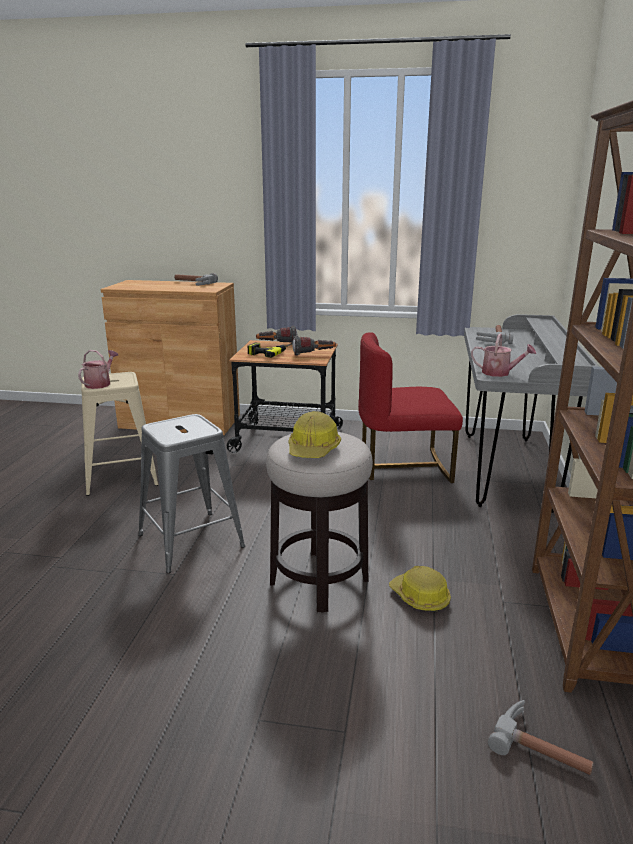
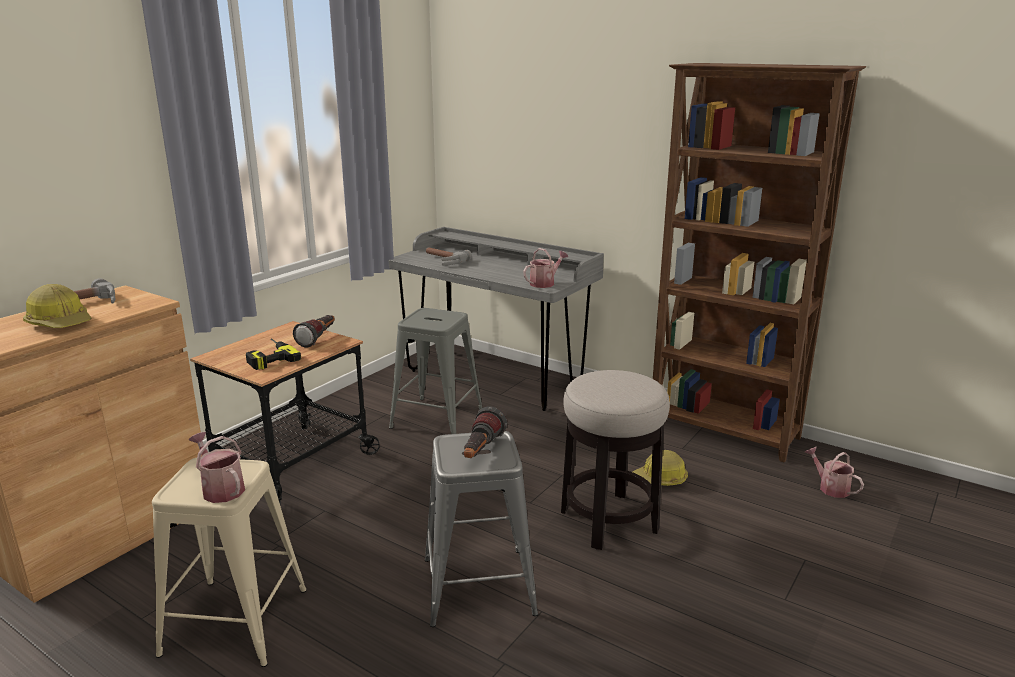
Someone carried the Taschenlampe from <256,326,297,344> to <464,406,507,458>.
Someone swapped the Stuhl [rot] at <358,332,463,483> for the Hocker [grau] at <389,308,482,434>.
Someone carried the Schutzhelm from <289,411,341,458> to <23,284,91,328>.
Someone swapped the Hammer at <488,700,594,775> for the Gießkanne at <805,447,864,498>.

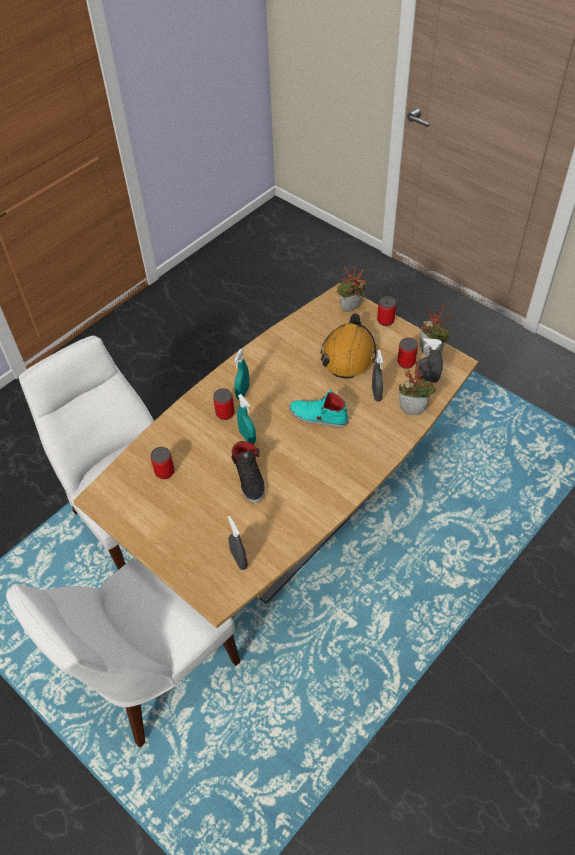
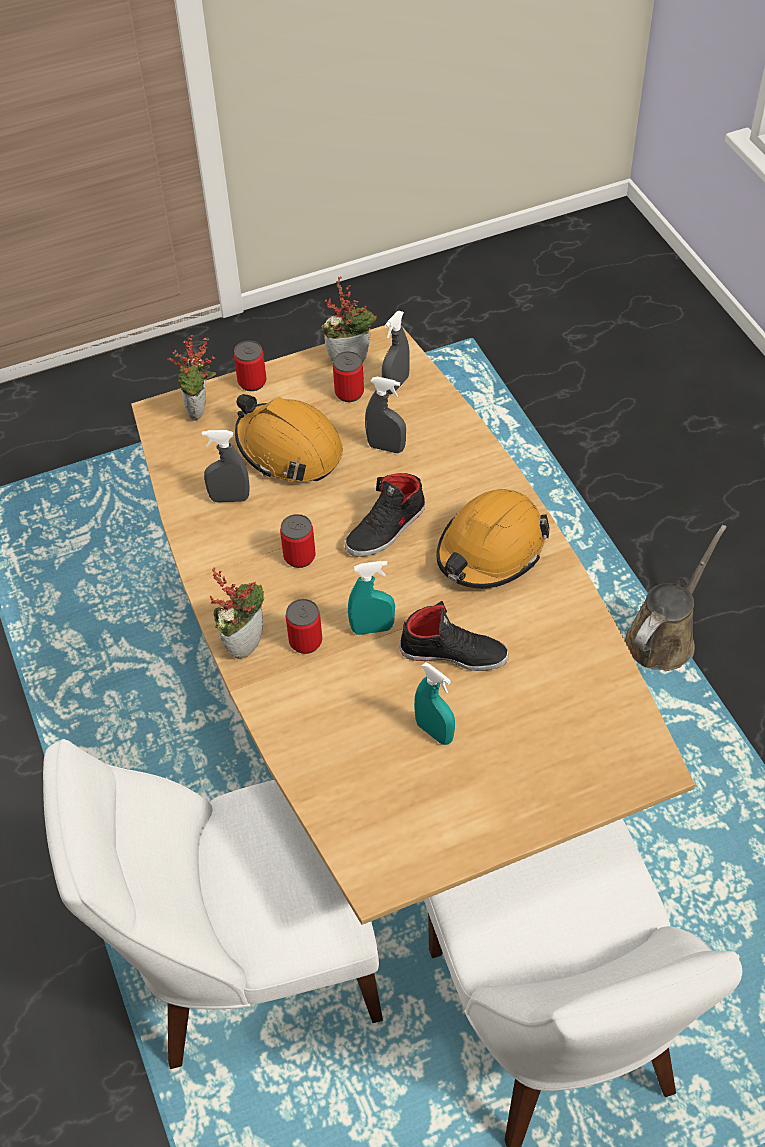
Someone carried the Sprühflasche [türkis] from <234,349,250,400> to <414,662,455,745>.
Someone carried the Topfpflanze from <399,358,437,415> to <210,567,264,659>.
Someone repainted the Schuh [türkis] at <289,390,349,428>, which became the Schuh [schwarz] at <345,473,425,557>.
Someone carried the Dose from <151,447,175,479> to <280,514,316,568>.
Someone carried the Sprühflasche [grau] from <228,516,248,570> to <202,430,250,503>.
Someone put down the Schutzhelm [orange] at <436,489,550,588>.
Someone put down the Gießkanne [braun] at <625,525,727,671>.

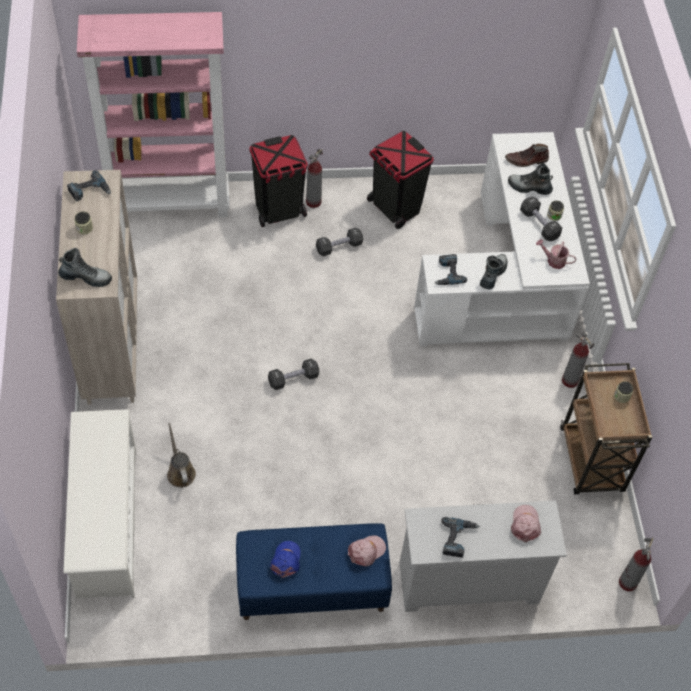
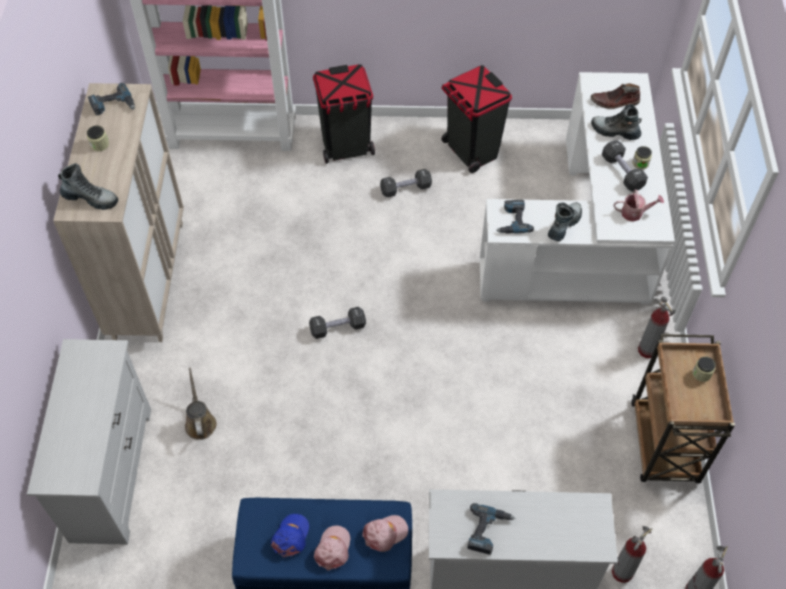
Someone carried the Feuerlöscher from <306,149,323,208> to <612,526,653,583>.
Someone rotated the Gießkanne at <536,239,577,269> by 150 degrees clockwise.
Someone swapped the Schuhregal [weiß] at <64,409,136,599> for the Kommode [weiß] at <27,339,151,545>.
Someone carried the Kappe [rosa] from <511,505,541,543> to <314,526,350,571>.

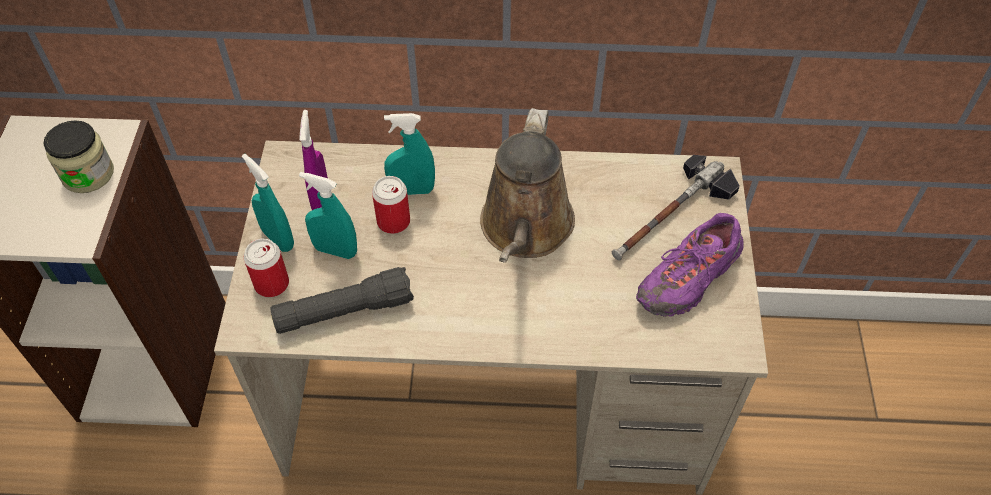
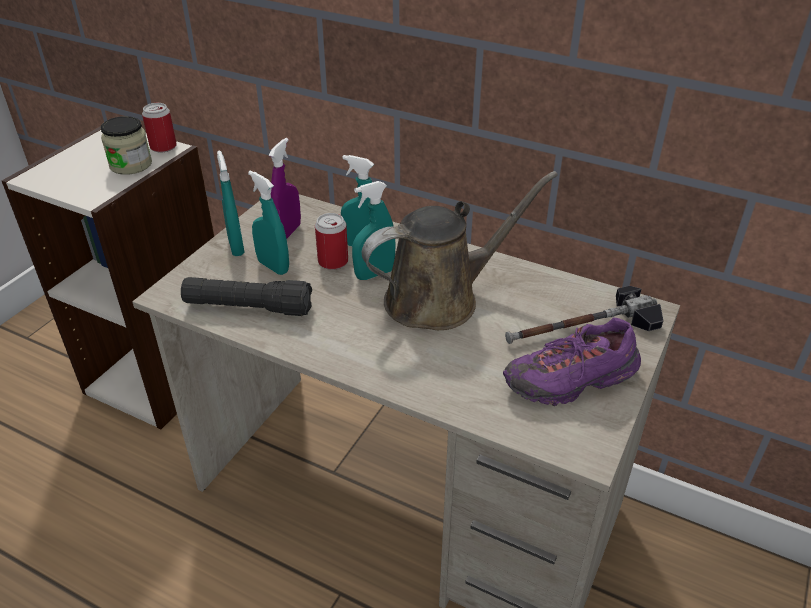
Someone rotated the Gießkanne [braun] at <480,108,575,263> by 150 degrees counterclockwise.
Someone carried the Dose from <244,238,289,297> to <142,103,177,153>.
Someone put down the Sprühflasche [türkis] at <352,181,396,280>.

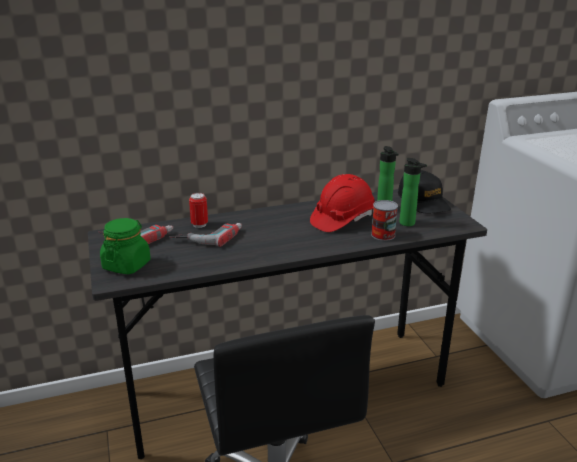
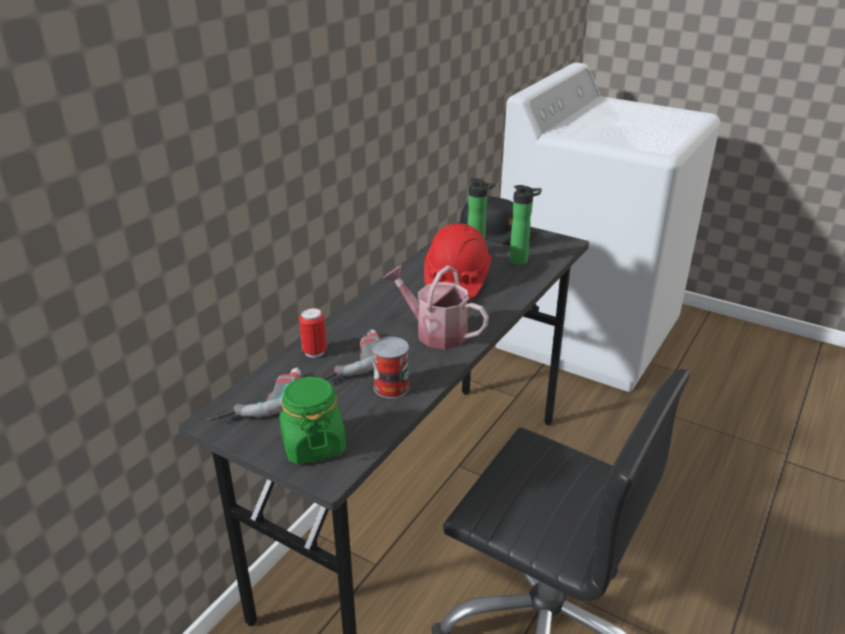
Someone carried the Dose from <371,200,398,241> to <372,337,409,398>.
Someone put down the Gießkanne at <383,265,489,349>.

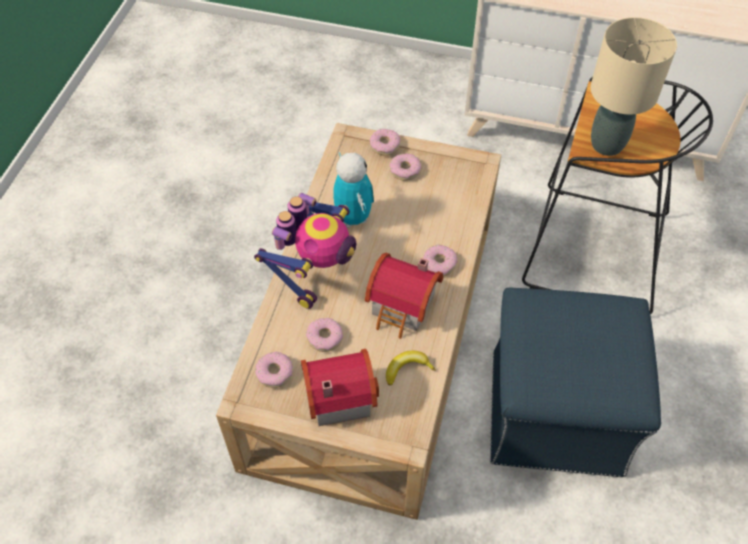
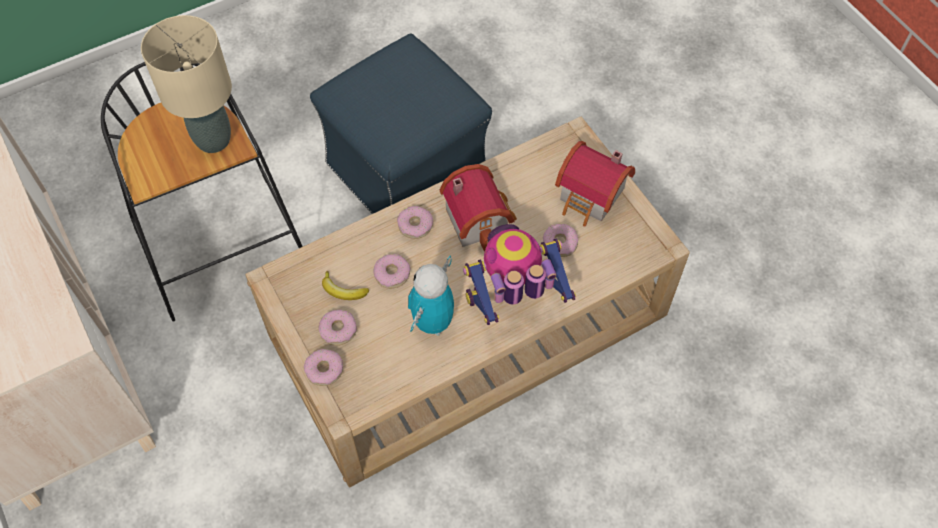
Someone carried the Banane from <386,351,436,386> to <322,271,369,300>.
Someone carried the Donut from <255,352,293,388> to <373,254,410,289>.

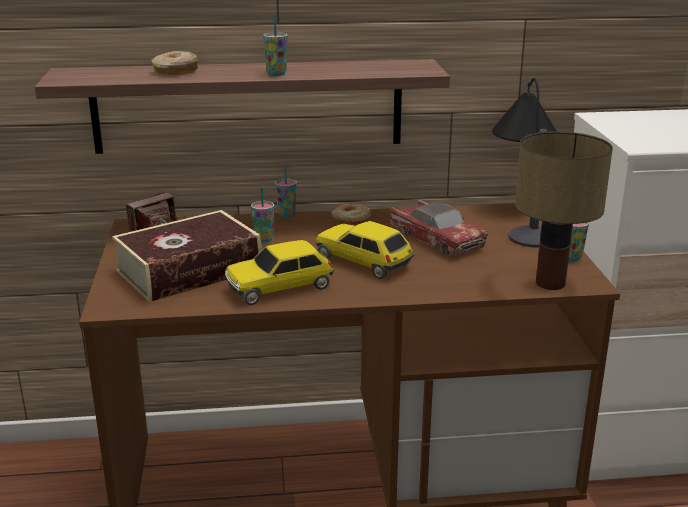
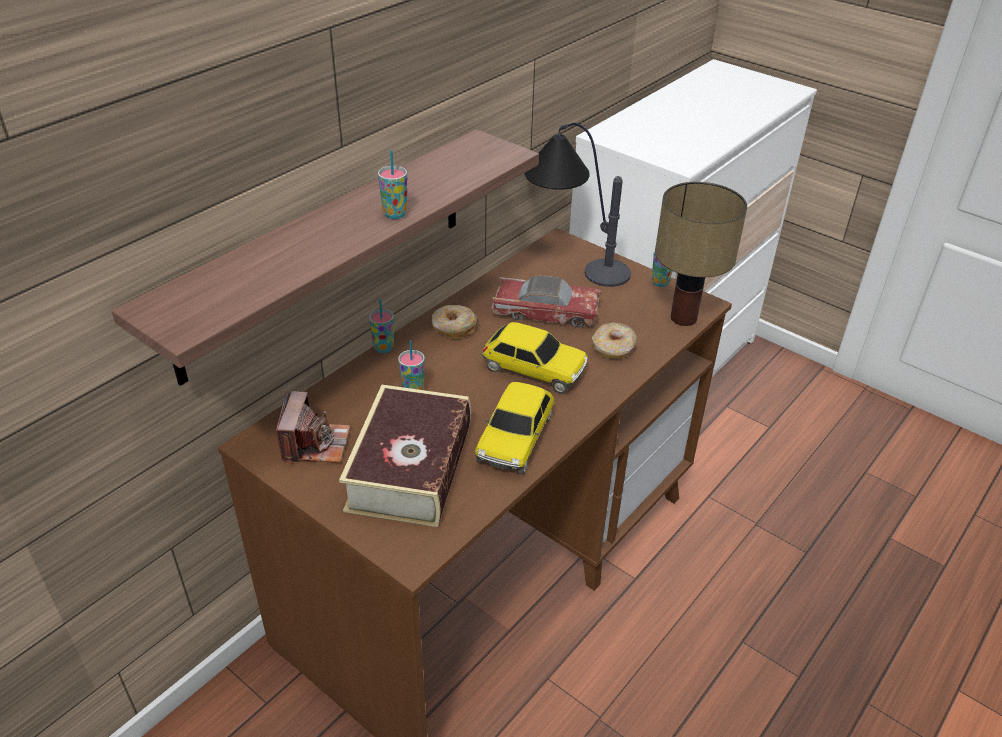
Someone carried the Donut from <151,51,198,75> to <592,322,637,359>.
Someone rotated the Spielzeugauto at <316,221,415,279> by 150 degrees counterclockwise.

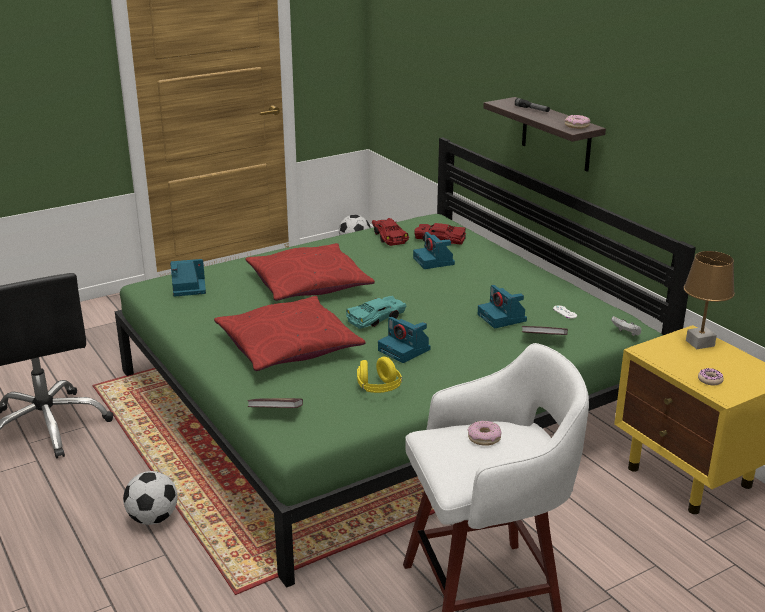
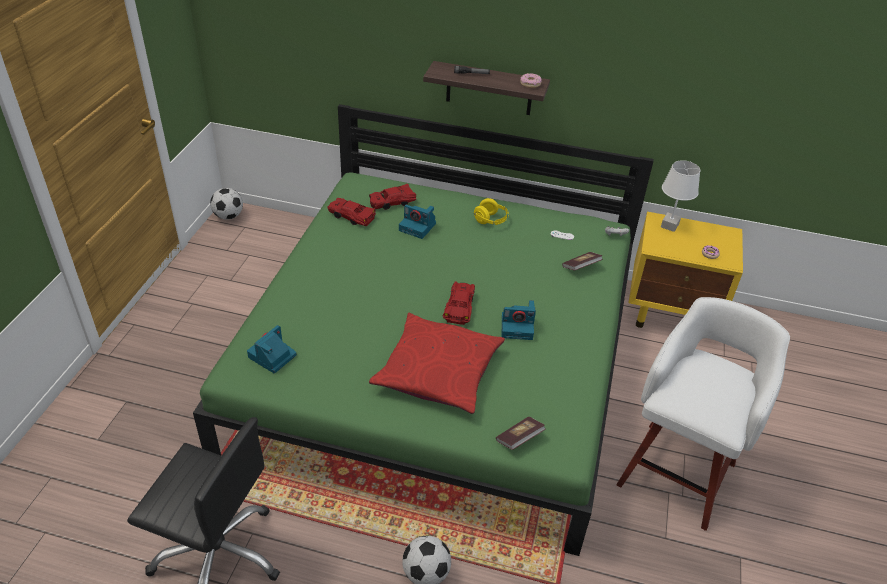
Someone took away the Kissen [rot] at <245,243,375,301>.
Someone repainted the Tischlampe [braun] at <684,251,735,349>, which became the Tischlampe [weiß] at <661,160,700,232>.
Someone took away the Kamera at <478,285,527,328>.
Someone repainted the Spielzeugauto [türkis] at <346,296,406,329>, which became the Spielzeugauto [rot] at <443,281,475,325>.
Someone carried the Kopfhörer [gelb] from <357,356,402,393> to <473,198,509,225>.
Someone took away the Donut at <468,421,501,446>.

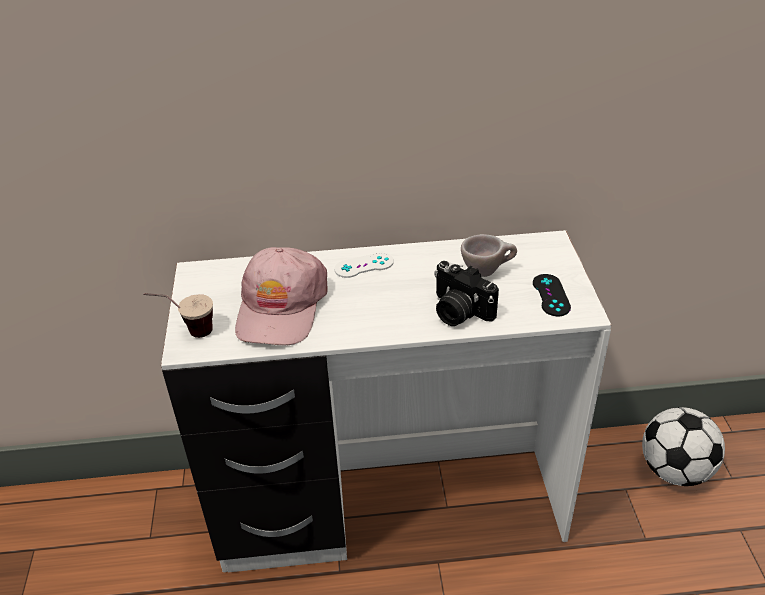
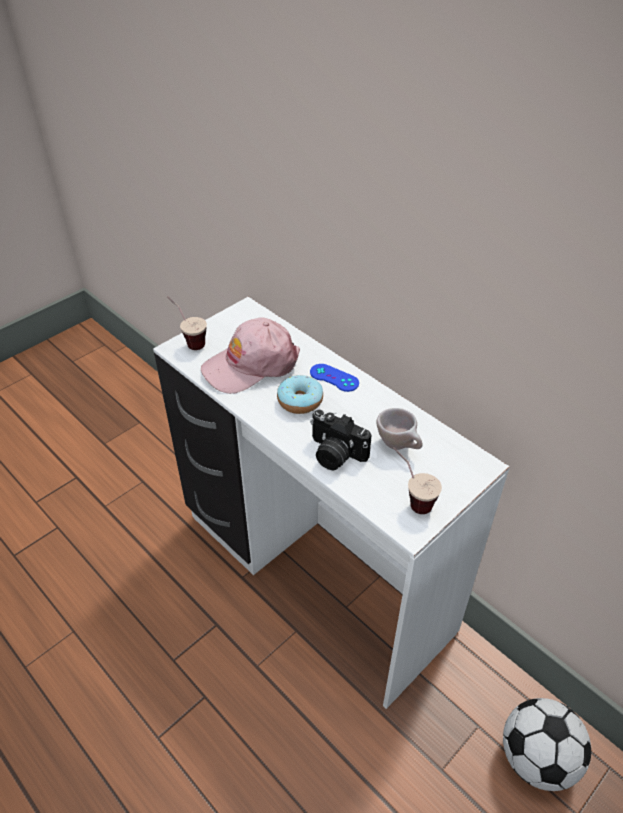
Someone repainted the Gamepad [weiß] at <334,253,394,278>, which became the Gamepad [blau] at <310,364,359,392>.
Someone rotated the Kamera at <434,261,499,326> by 60 degrees counterclockwise.
Someone swapped the Gamepad [schwarz] at <533,274,571,316> for the Tasse at <393,447,442,514>.
Someone put down the Donut at <277,375,323,414>.

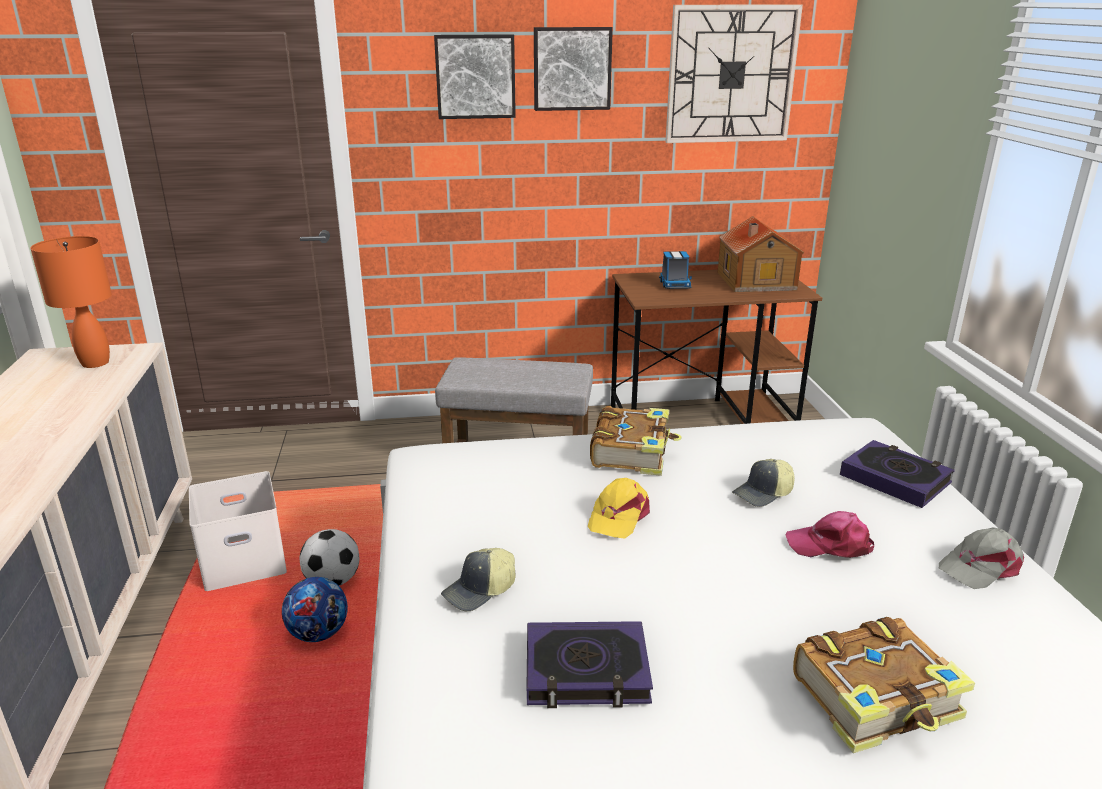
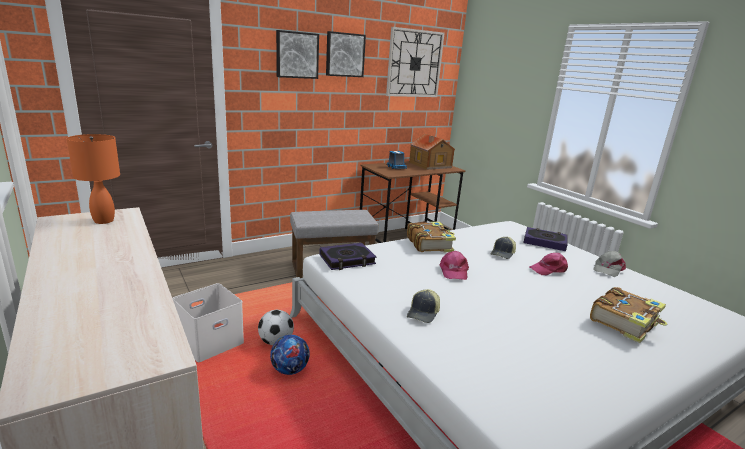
Someone repainted the Kappe [gelb] at <588,478,650,539>, which became the Kappe [rosa] at <440,251,469,280>.
Someone carried the Buch from <526,621,653,708> to <320,243,376,270>.

